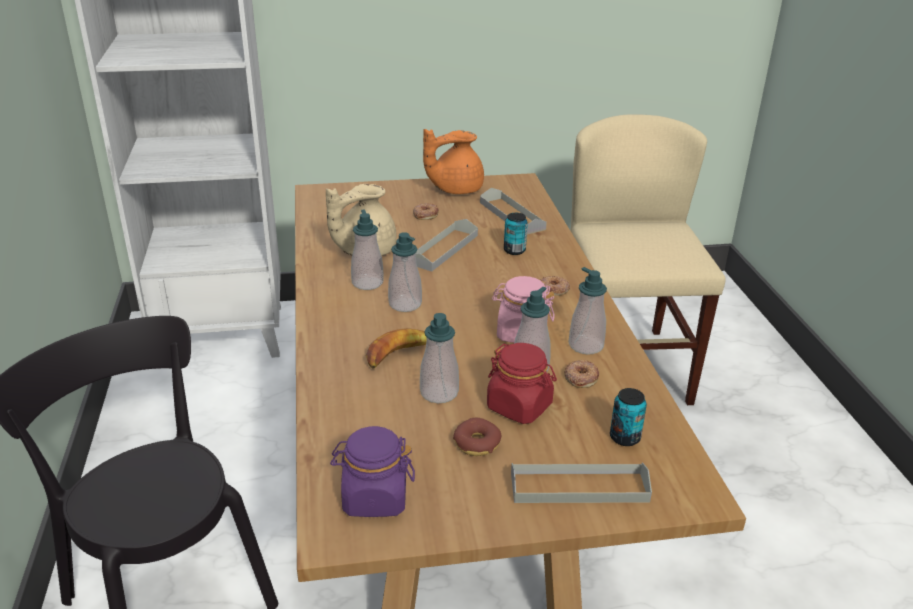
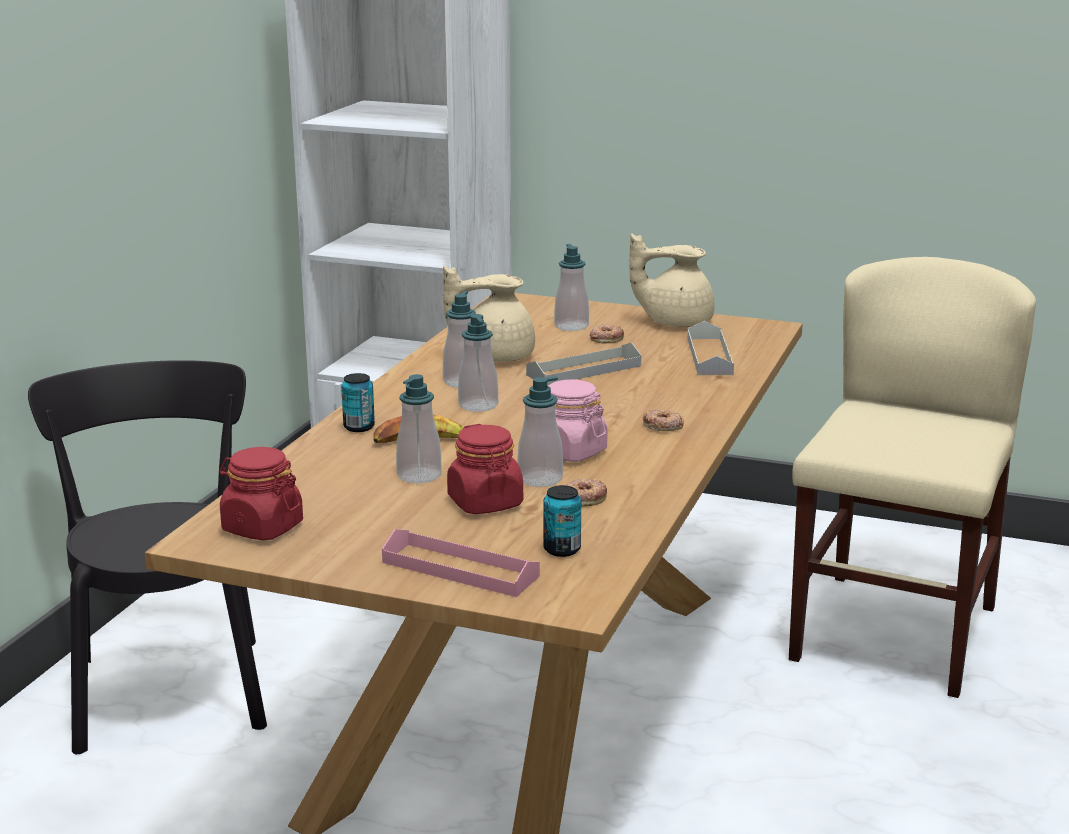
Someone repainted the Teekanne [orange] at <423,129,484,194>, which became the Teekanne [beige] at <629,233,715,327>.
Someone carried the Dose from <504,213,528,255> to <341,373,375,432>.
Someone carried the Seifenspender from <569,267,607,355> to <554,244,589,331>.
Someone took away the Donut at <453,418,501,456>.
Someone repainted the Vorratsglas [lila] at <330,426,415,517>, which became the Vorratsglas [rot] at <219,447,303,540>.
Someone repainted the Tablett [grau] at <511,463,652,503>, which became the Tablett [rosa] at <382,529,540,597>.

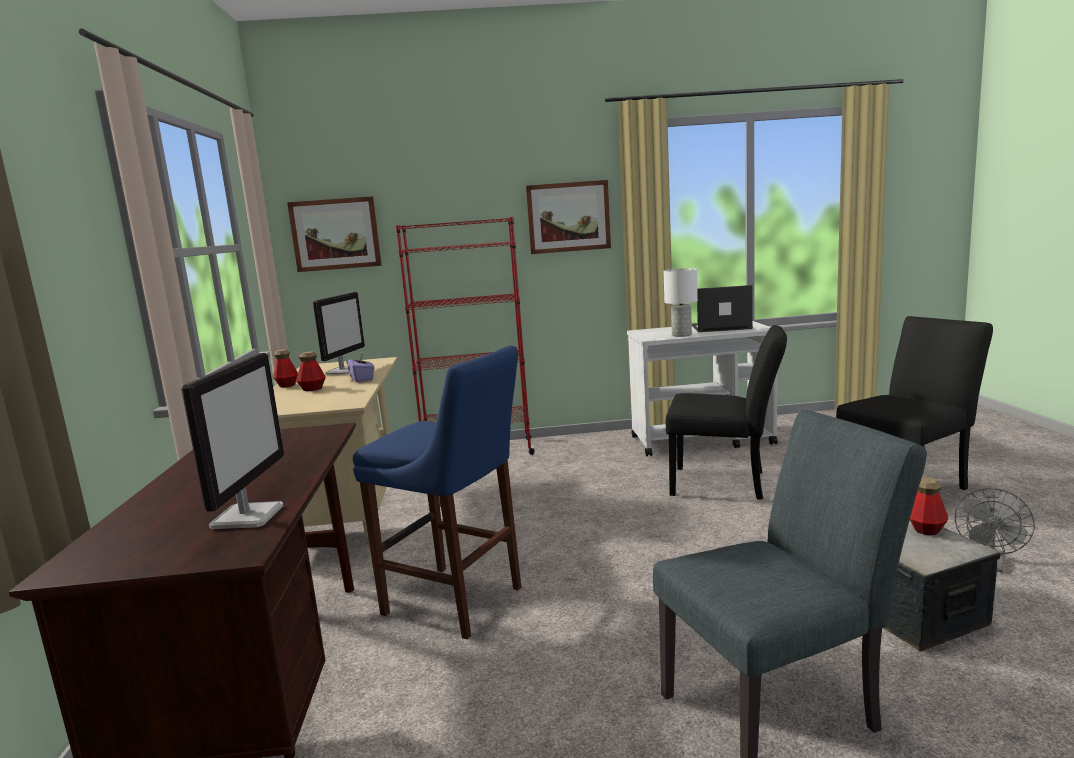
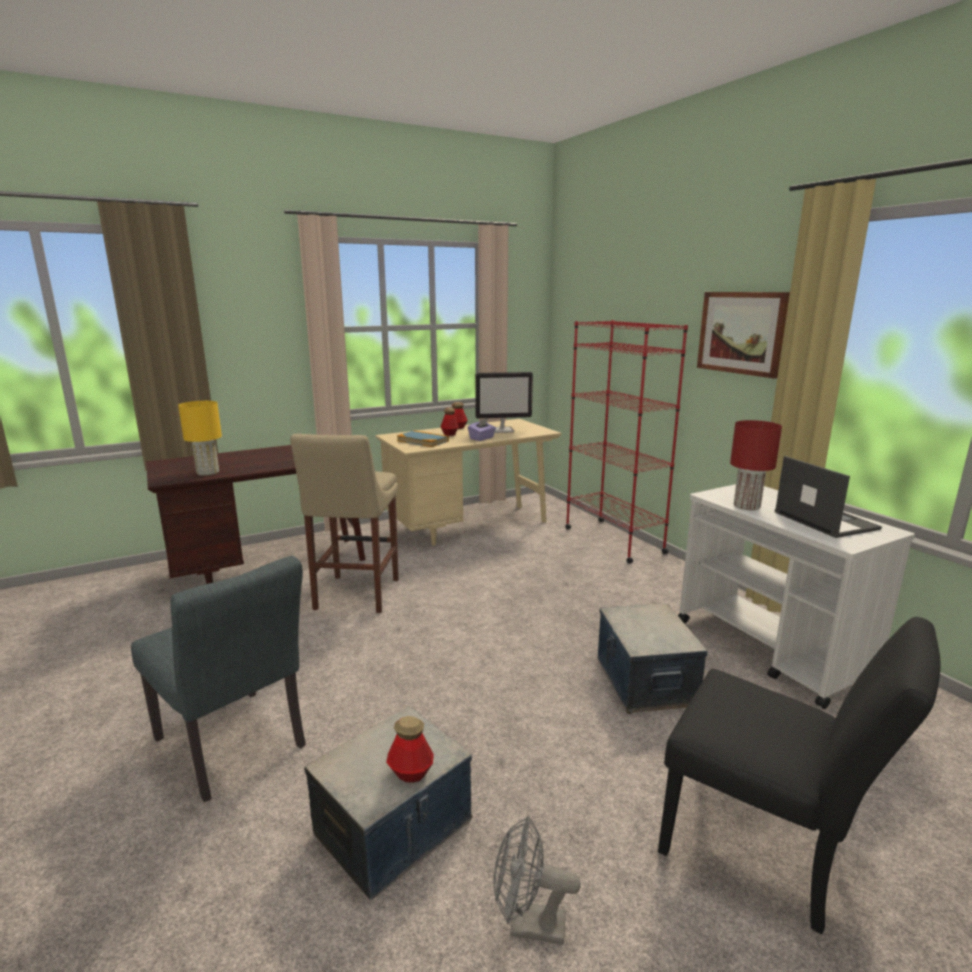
Someone took away the Bild at <287,196,382,272>.
Someone repainted the Tischlampe [weiß] at <664,268,698,337>, which became the Tischlampe [rot] at <730,420,782,510>.
Someone swapped the Stuhl [schwarz] at <666,325,787,500> for the Aufbewahrungsbox at <598,603,708,714>.
Someone repainted the Hocker [blau] at <353,346,521,639>, which became the Hocker [beige] at <290,434,399,613>.
Someone swapped the Monitor at <181,353,284,529> for the Tischlampe [gelb] at <178,401,222,476>.
Someone put down the Buch at <397,430,449,447>.

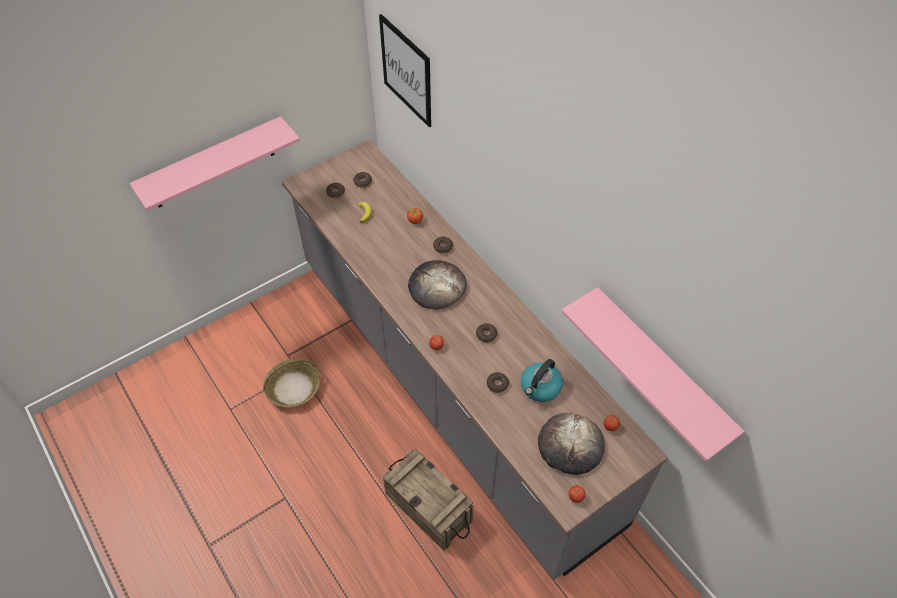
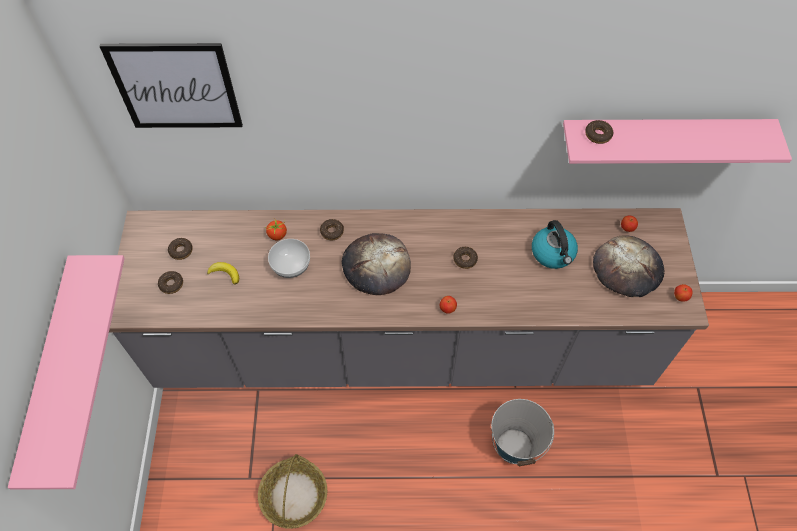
Someone carried the Donut from <487,372,509,393> to <585,120,613,144>.
Someone swapped the Kiste at <383,449,474,551> for the Eimer at <491,399,554,466>.
Someone put down the Schüssel at <268,239,310,278>.

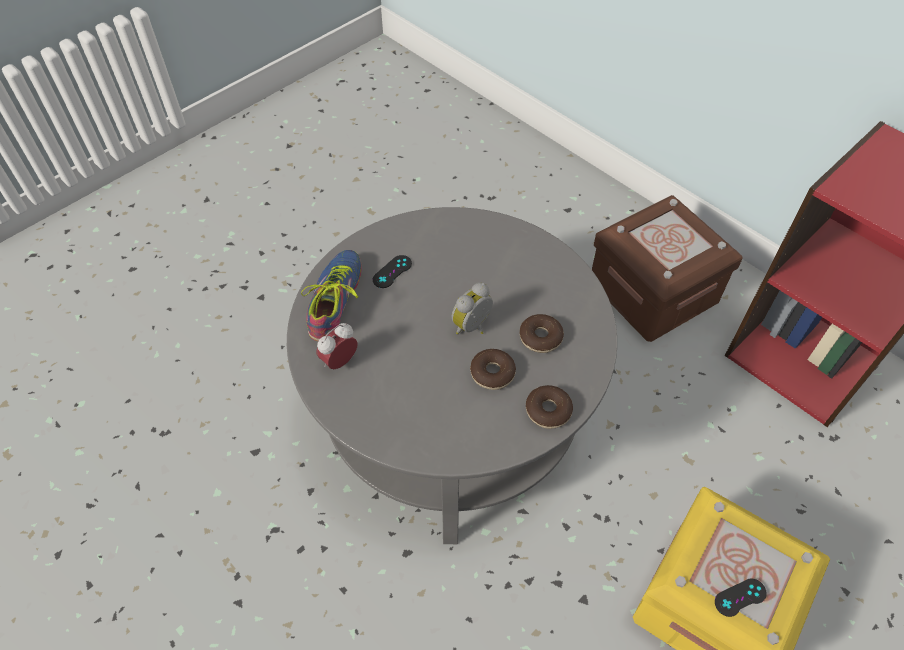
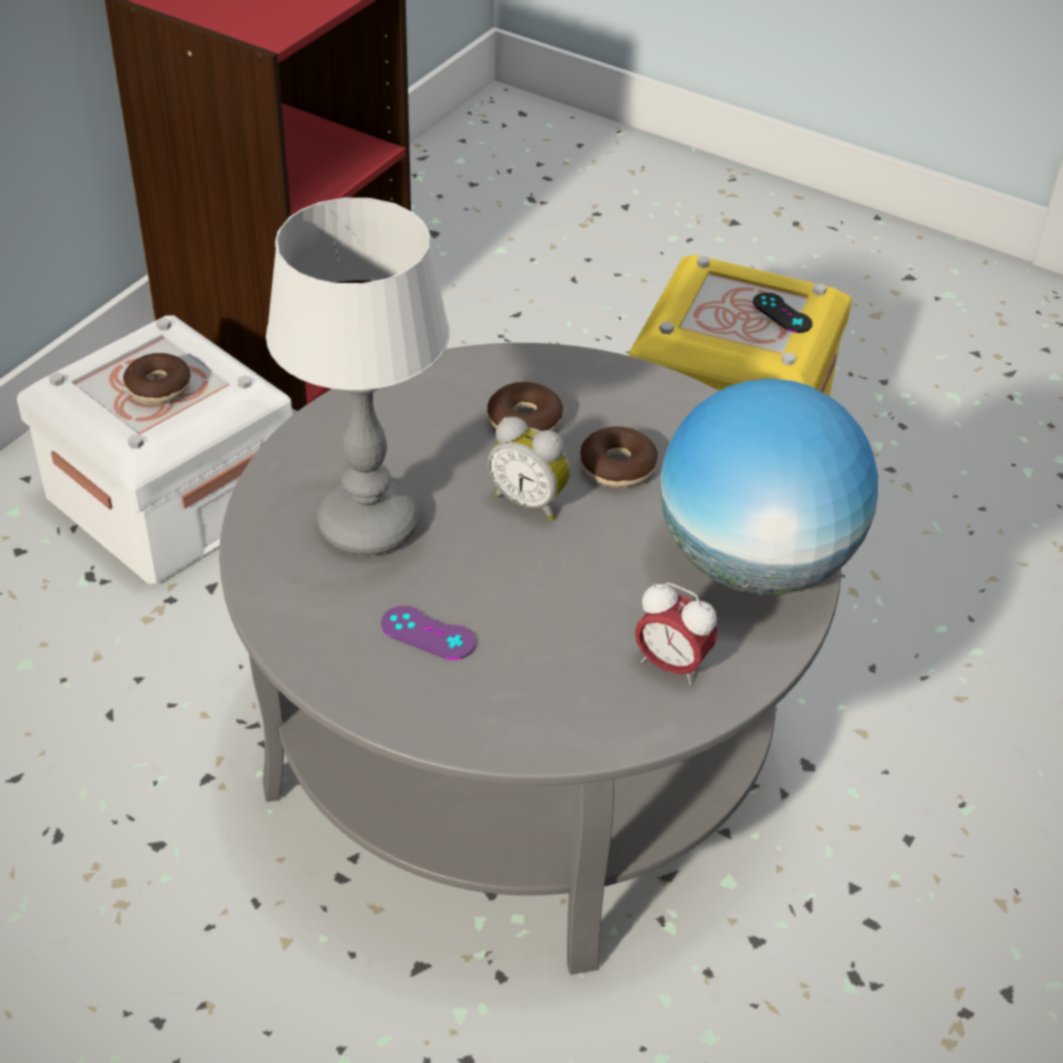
Someone repainted the Aufbewahrungsbox [braun] at <592,195,742,342>, which became the Aufbewahrungsbox [weiß] at <17,315,292,584>.
Someone took away the Schuh at <301,250,362,341>.
Someone repainted the Gamepad [schwarz] at <373,255,412,288>, which became the Gamepad [lila] at <381,606,476,660>.
Someone carried the Donut from <526,385,573,429> to <123,353,191,404>.
Someone put down the Tischlampe at <266,198,449,555>.
Someone put down the Globus at <660,378,878,595>.

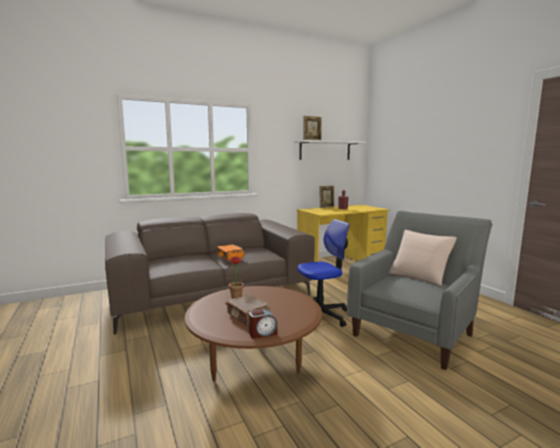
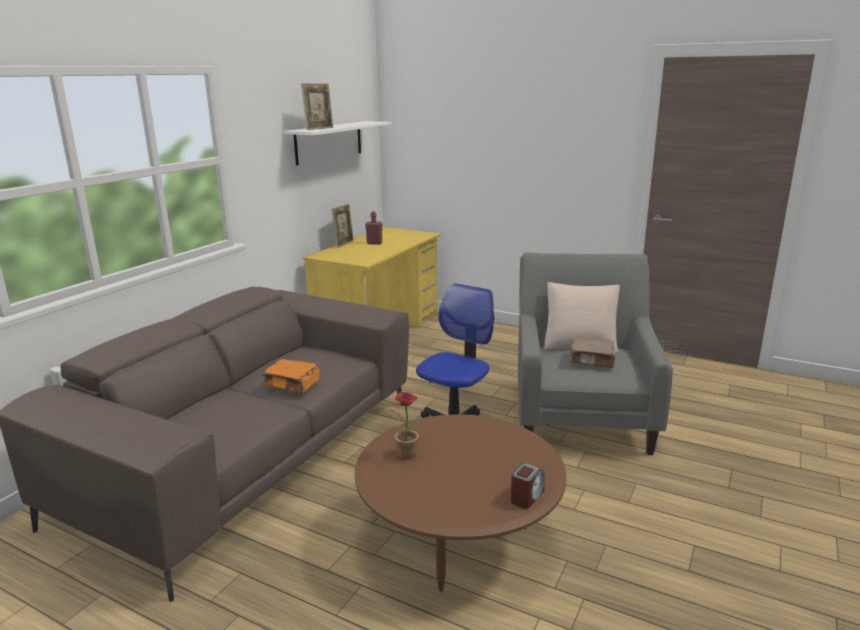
Someone carried the Buch [braun] from <225,295,271,326> to <570,338,615,368>.

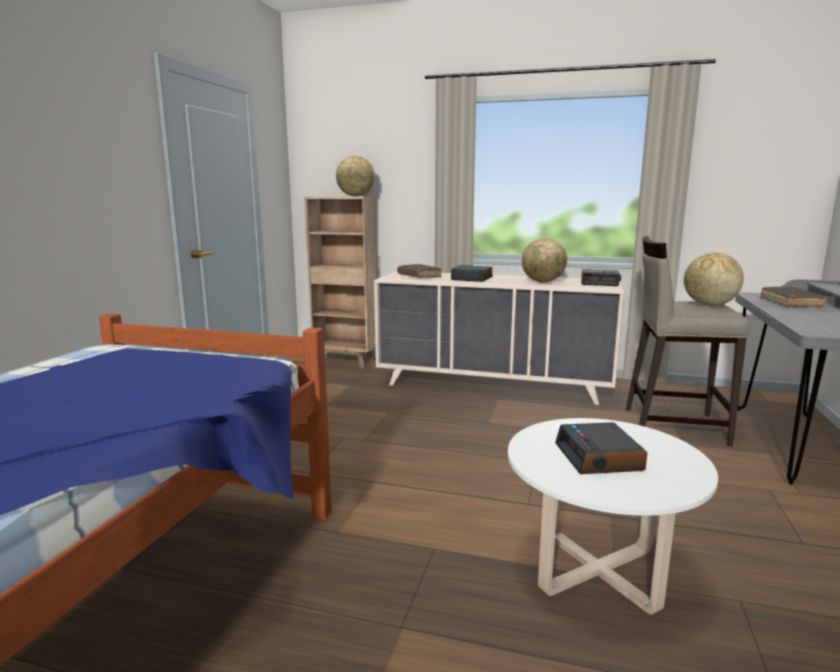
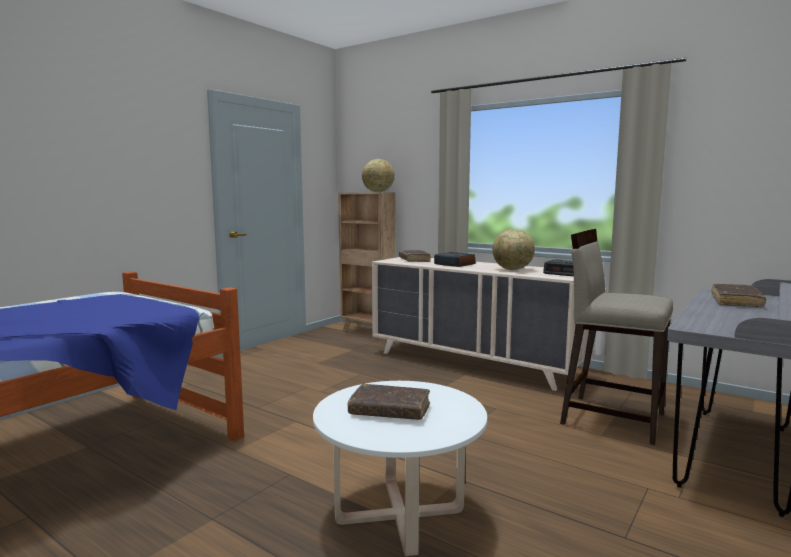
Someone took away the Globus at <684,252,744,306>.
Someone swapped the Wecker at <555,422,647,474> for the Buch [braun] at <347,384,430,420>.

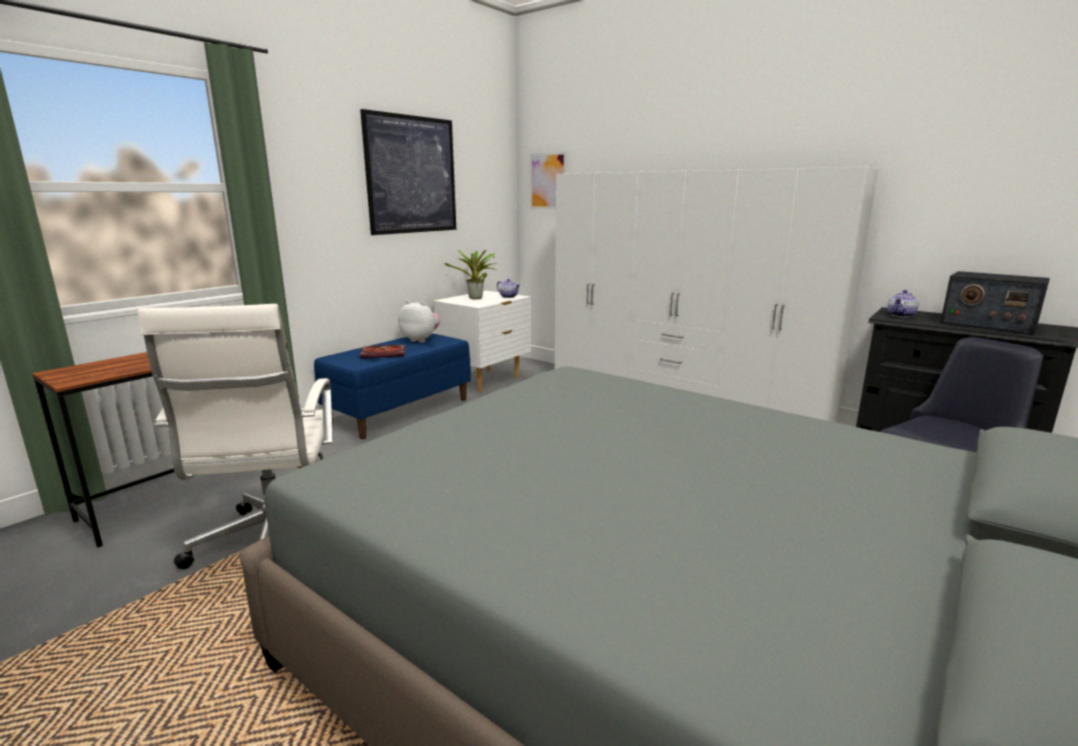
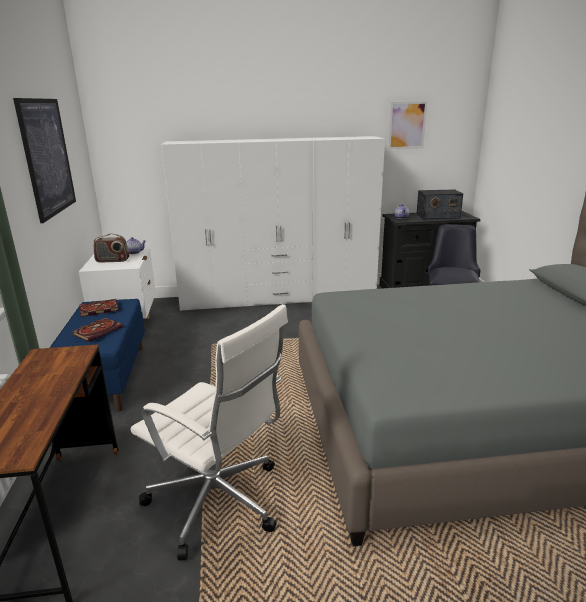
Someone carried the Bild from <530,152,567,209> to <388,101,427,149>.
Someone swapped the Topfpflanze at <445,250,497,299> for the Radio at <93,234,129,263>.
Someone swapped the Plüschtier at <398,301,440,343> for the Buch at <79,299,119,317>.

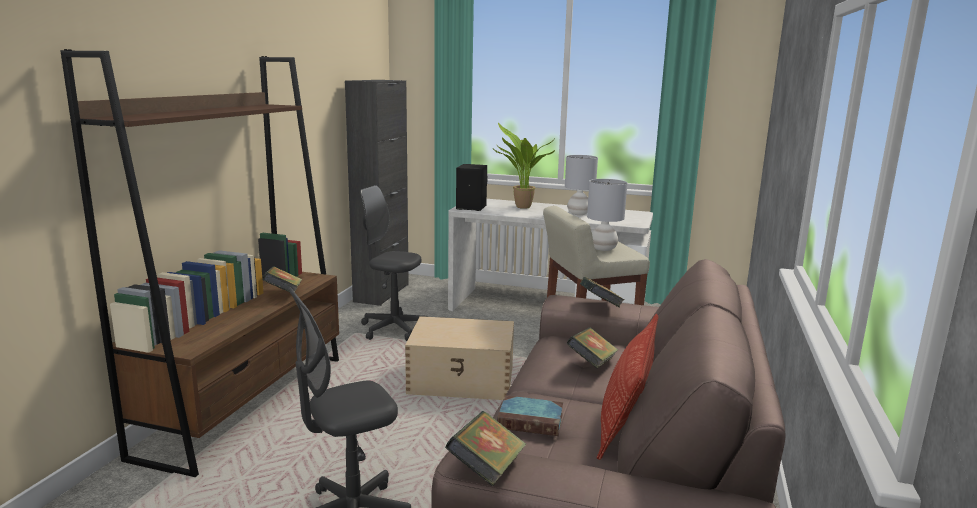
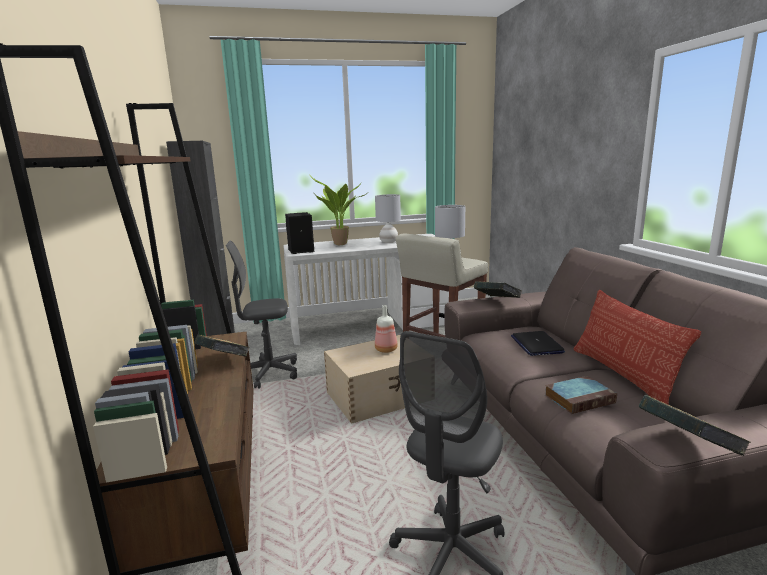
Someone swapped the Buch at <567,328,618,368> for the Laptop at <511,331,565,356>.
Someone put down the Flasche at <375,305,397,353>.

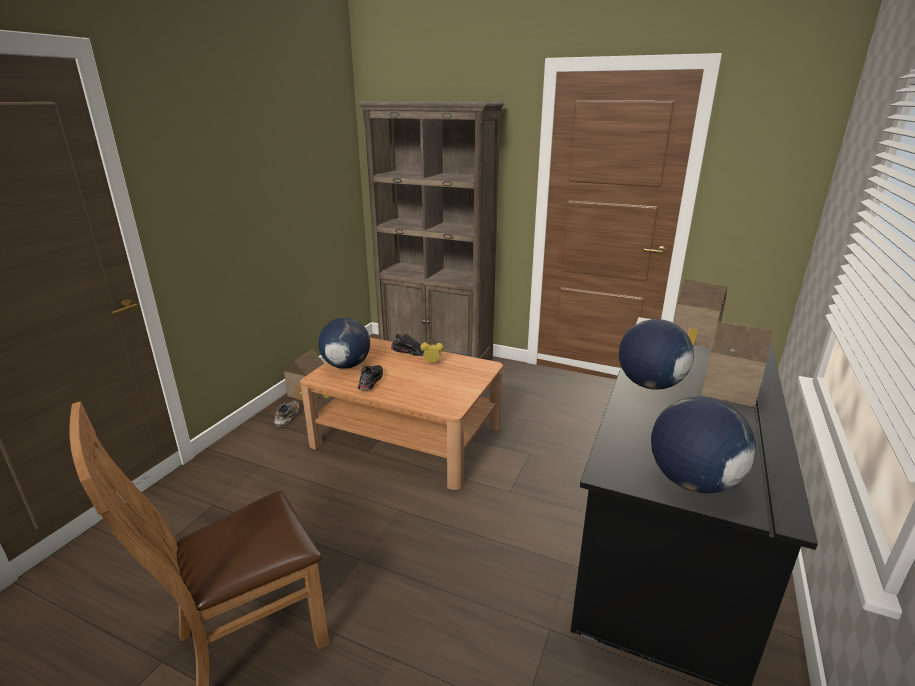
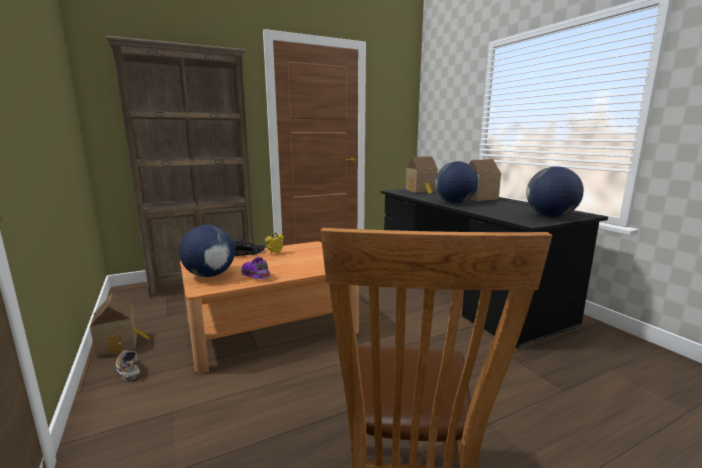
Someone repainted the Schuh [schwarz] at <358,365,383,391>, which became the Schuh [lila] at <241,257,270,279>.

